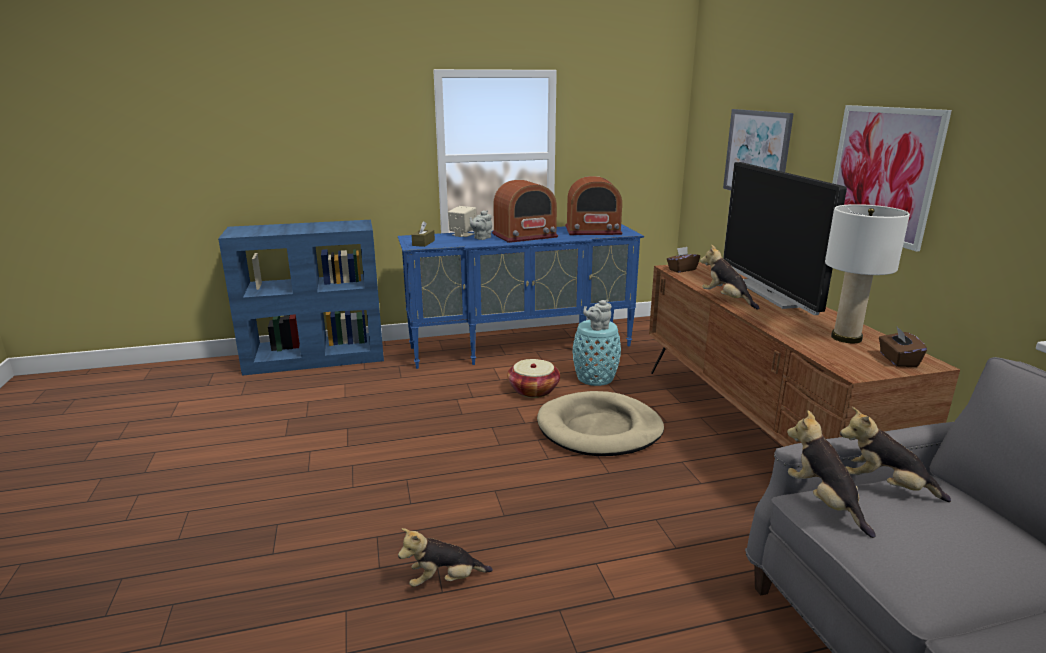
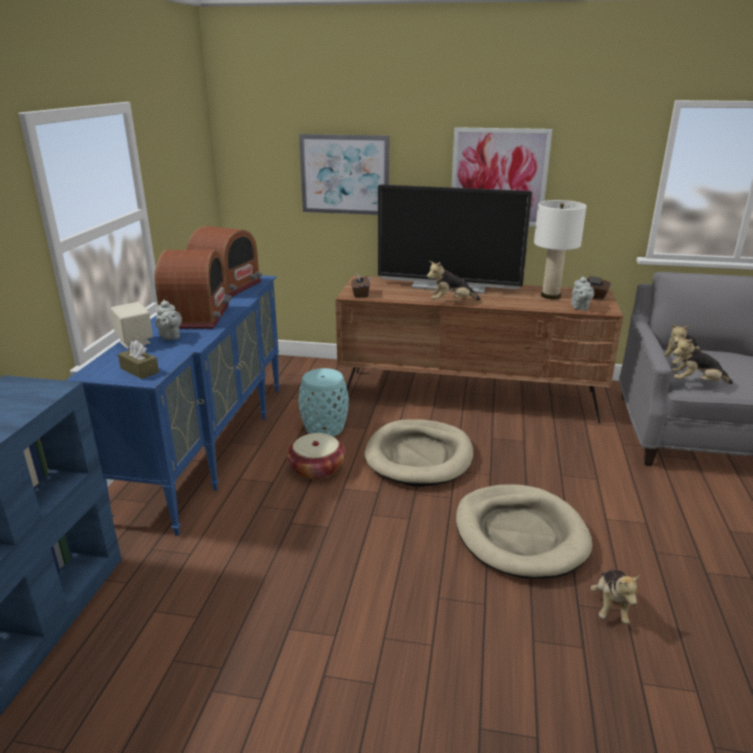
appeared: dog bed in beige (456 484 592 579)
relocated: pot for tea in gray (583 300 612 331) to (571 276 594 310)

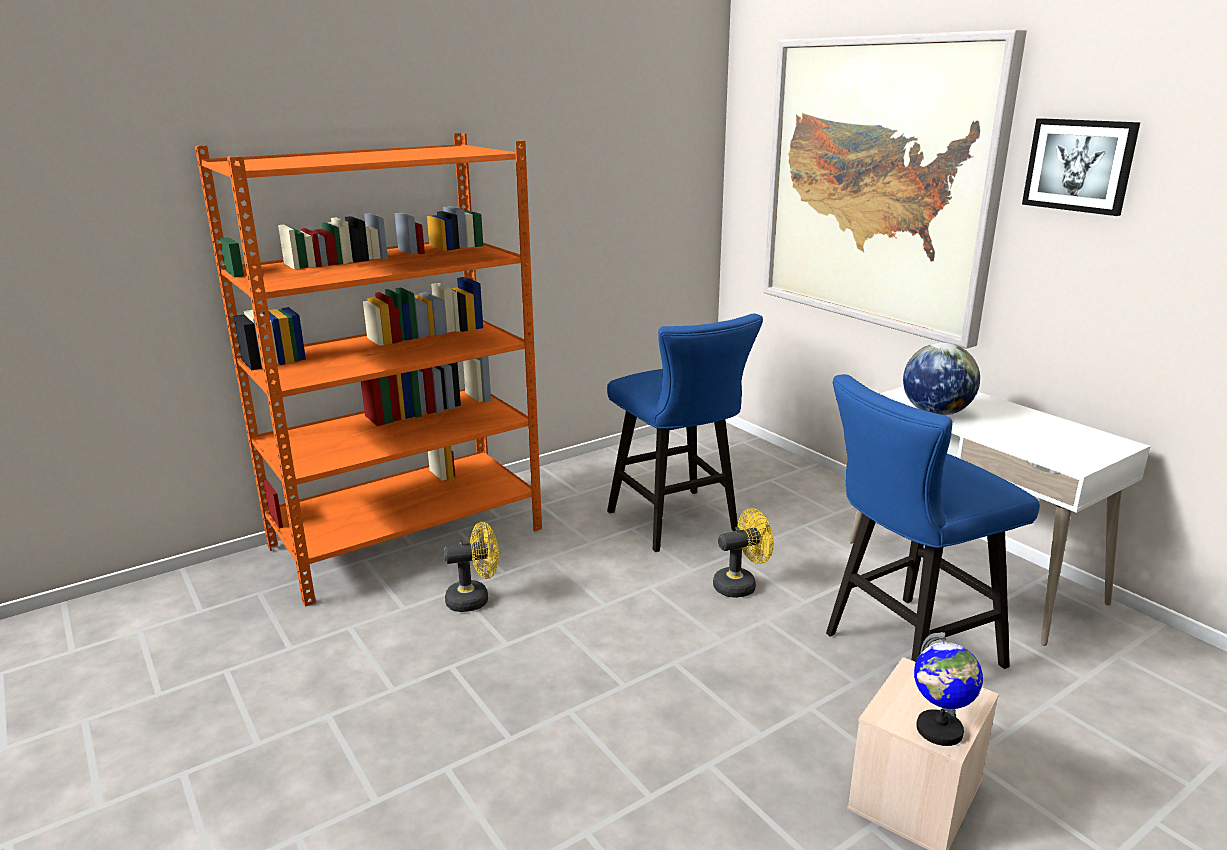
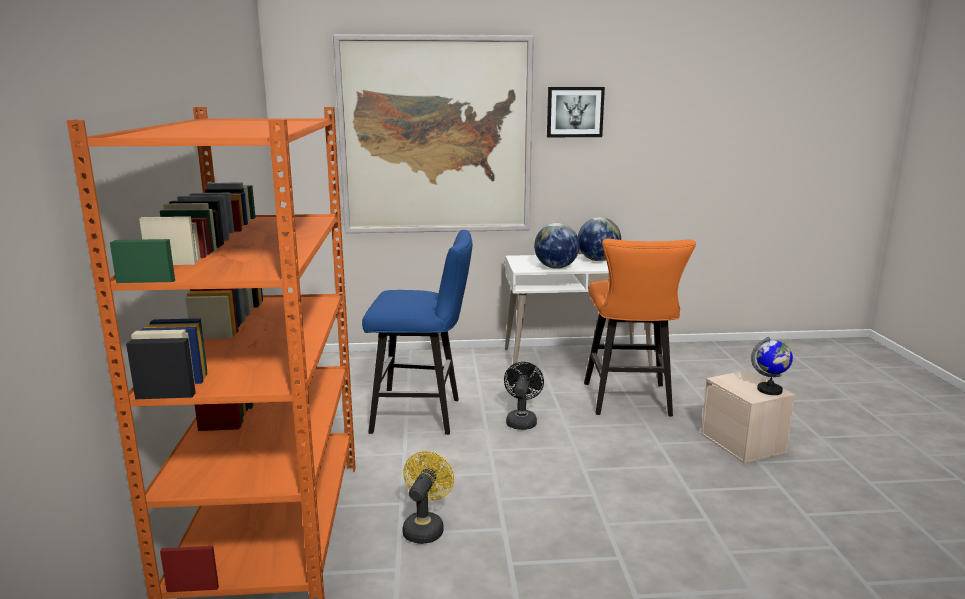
appeared: globe (578 217 621 261)
colour: electric fan in yellow (713 508 774 598) to electric fan in black (504 362 544 430); sitting stool in blue (826 374 1040 669) to sitting stool in orangey (584 239 696 417)

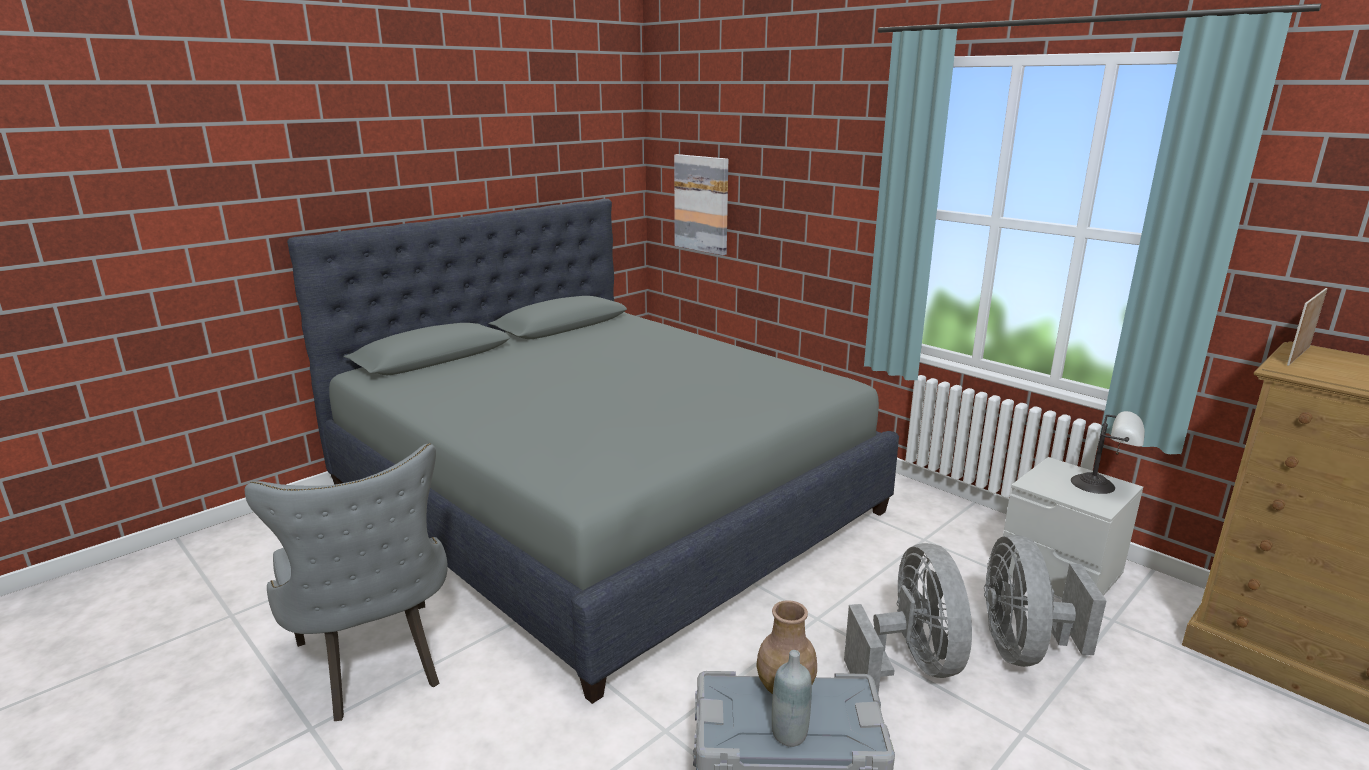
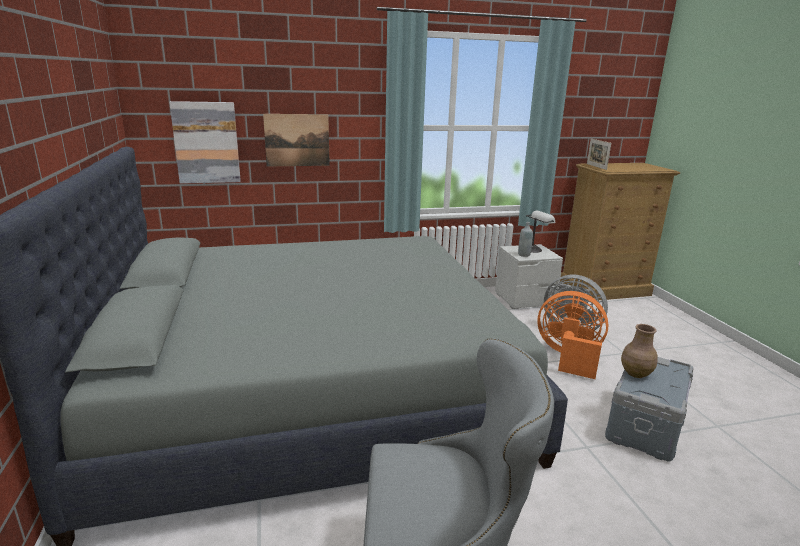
appeared: wall picture (263 114 330 167)
relocated: bottle in gray (772 650 812 747) to (518 222 533 257)
colour: electric fan in gray (844 543 972 694) to electric fan in orangey (537 291 608 379)

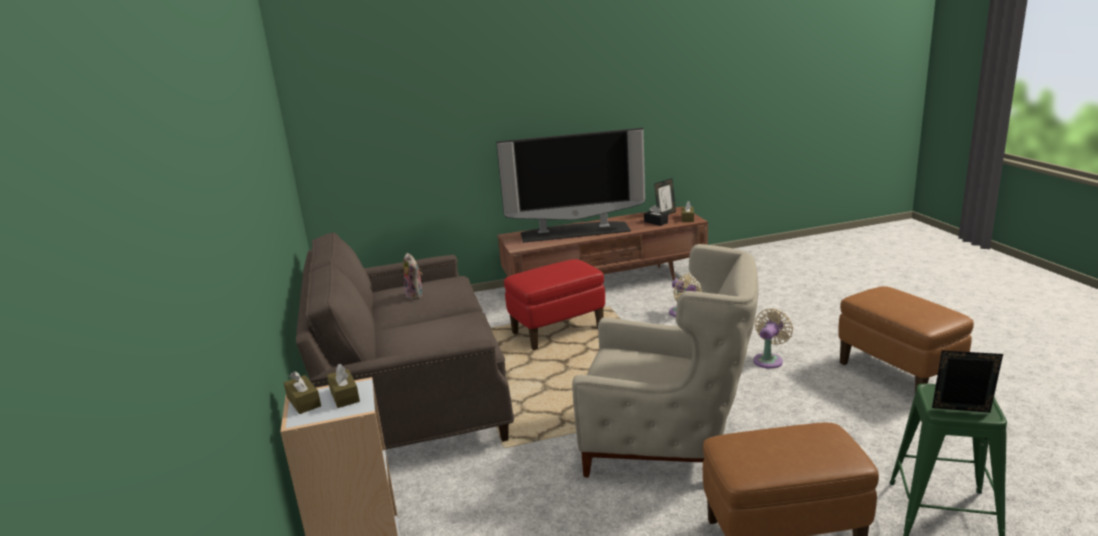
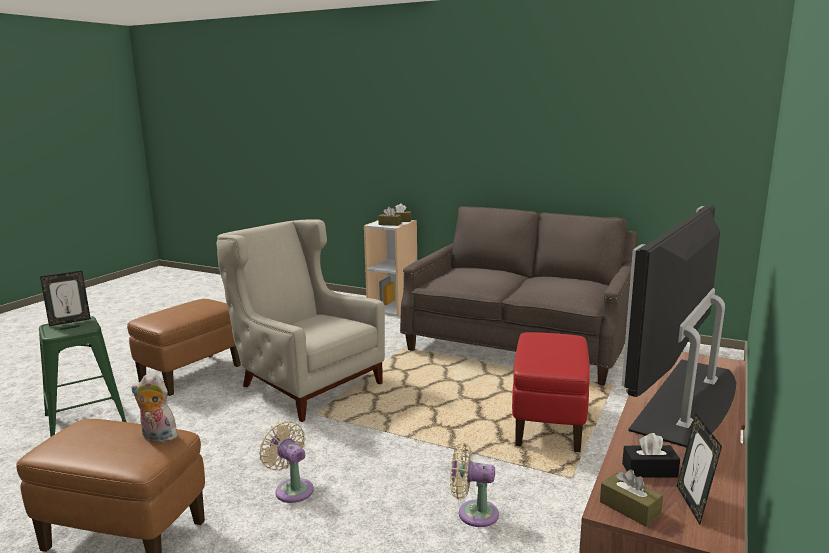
relocated: plush toy (403 253 422 300) to (131 375 180 443)
spun: lounge chair in beige (572 244 758 478) = (217 219 385 422) 75 degrees clockwise; electric fan in beige (753 308 793 369) = (259 421 313 503) 150 degrees clockwise

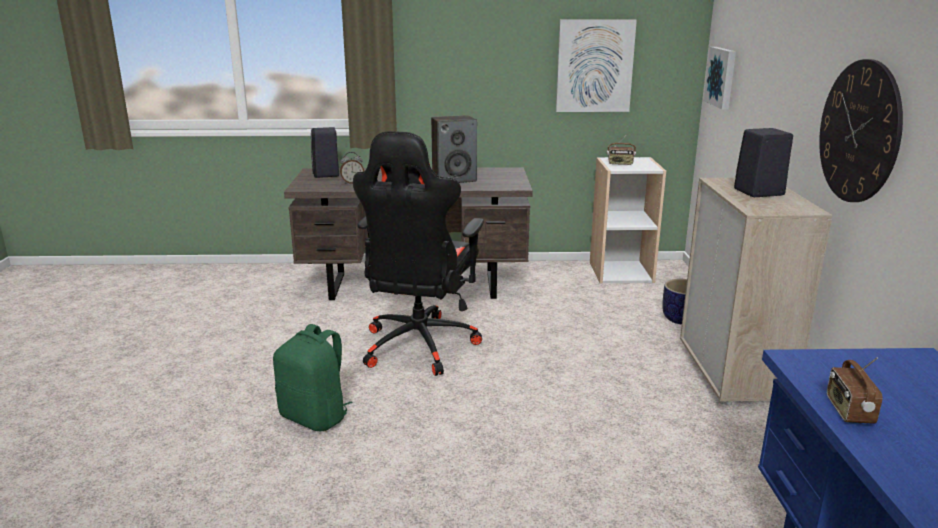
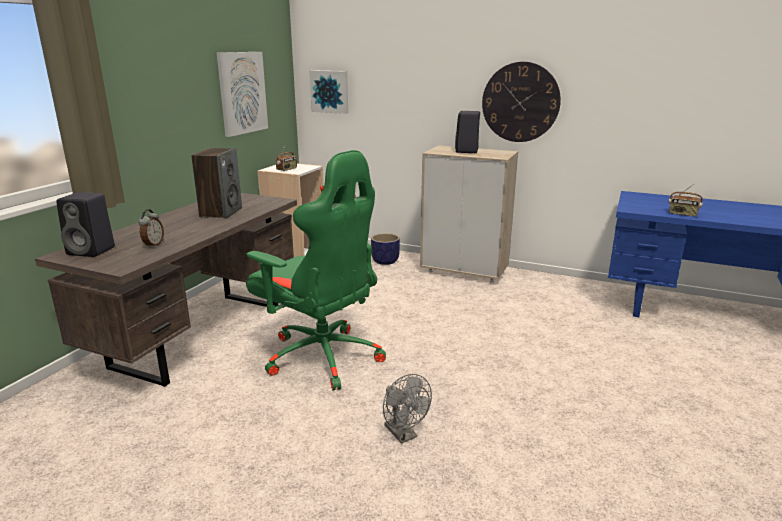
exchanged: rucksack in green (273 324 353 431) to electric fan in gray (383 374 432 444)
colour: computer chair in black (353 131 484 376) to computer chair in green (246 150 386 390)

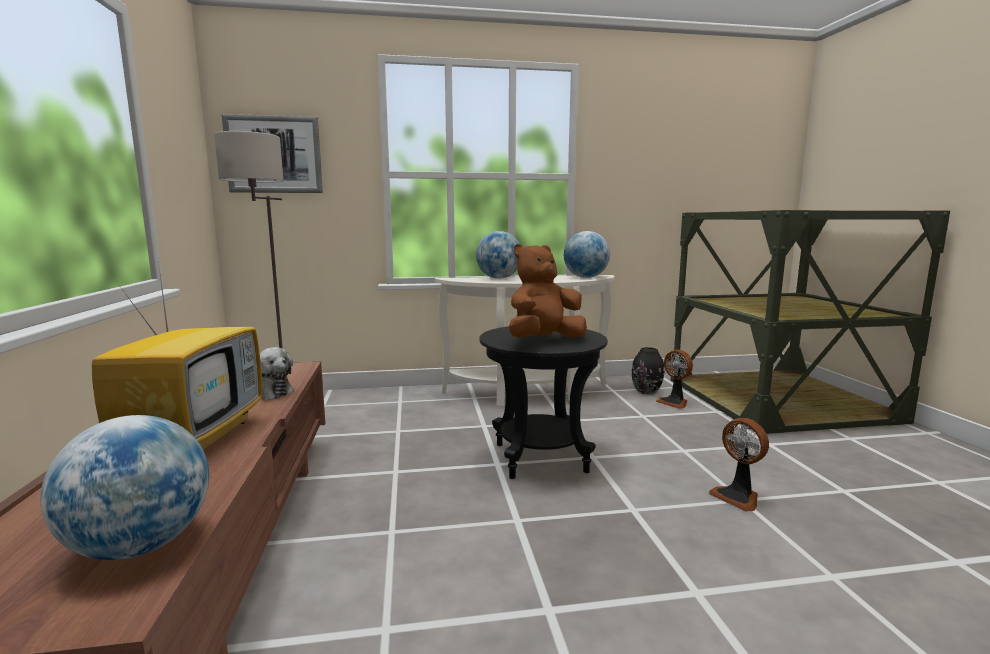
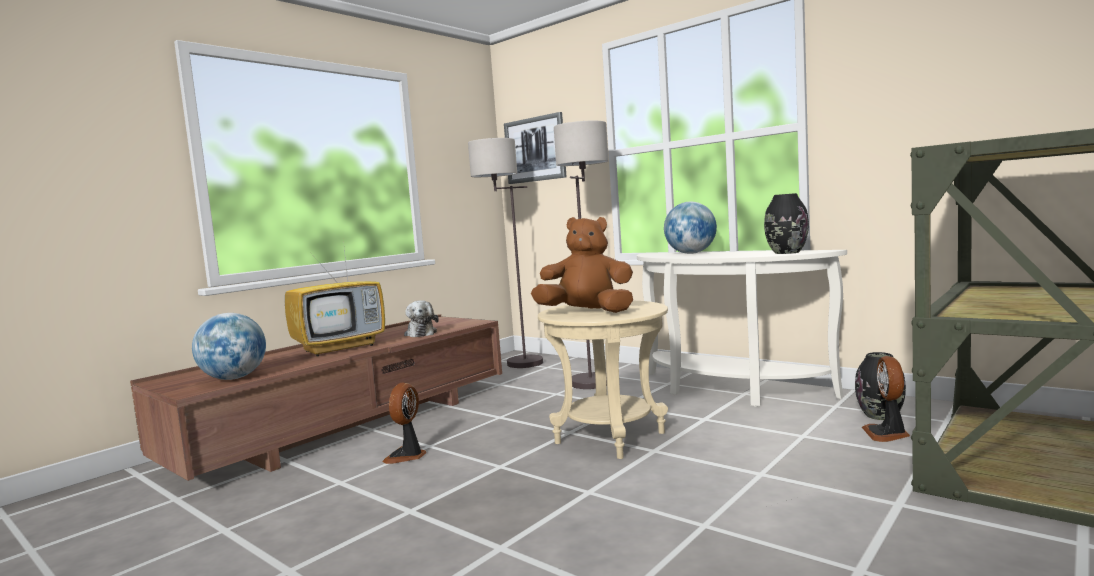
appeared: standard lamp in gray (554 121 609 389)
relocated: electric fan (709 418 769 511) to (383 382 427 464)
exchanged: globe (564 231 610 278) to vase in black (764 193 809 254)
colour: accent table in black (479 326 608 479) to accent table in beige (538 301 668 459)

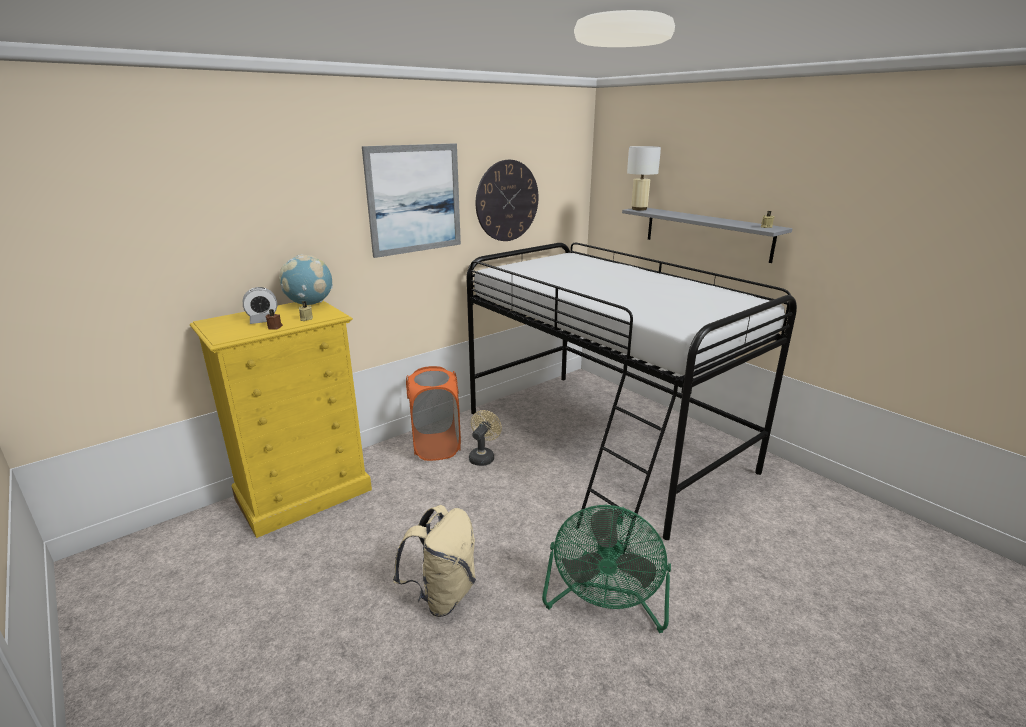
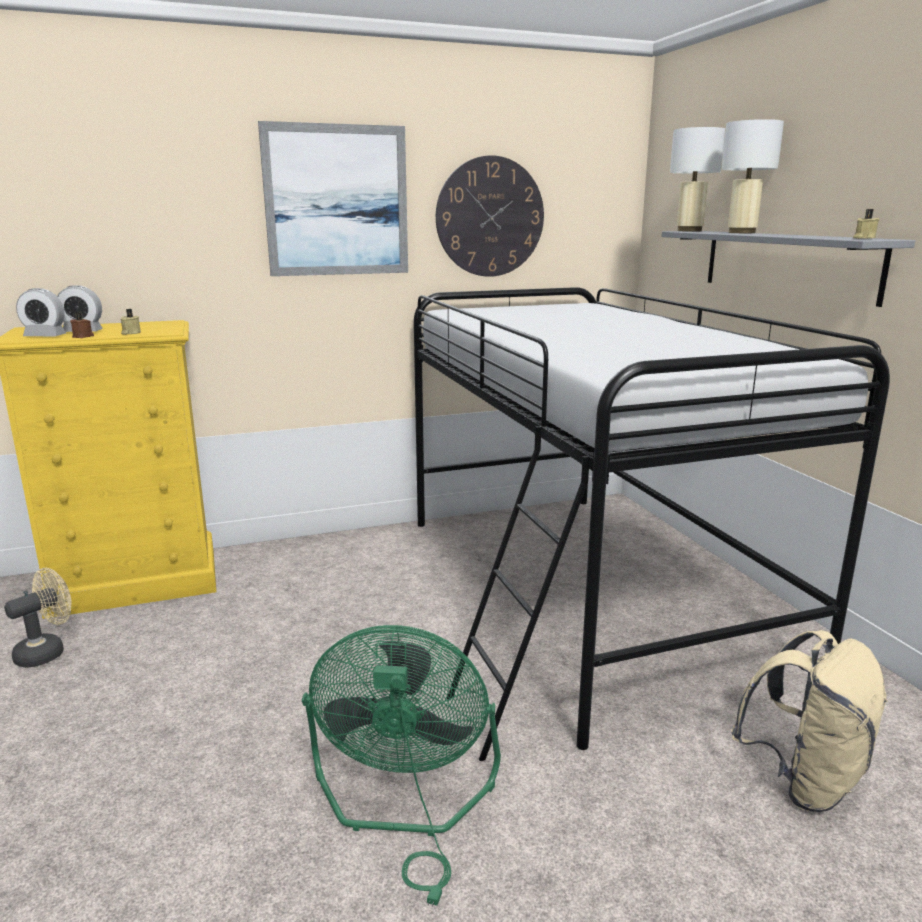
missing: globe (279 255 333 305); hamper in orangey (406 366 461 461)
appeared: table clock (16 288 66 336); table lamp in white (722 119 784 233)
relocated: rucksack in beige (393 505 476 617) to (731 630 888 812); electric fan in beige (469 410 502 466) to (4 568 72 668)
spun: electric fan in green (542 505 671 633) = (302 625 501 906) 150 degrees clockwise

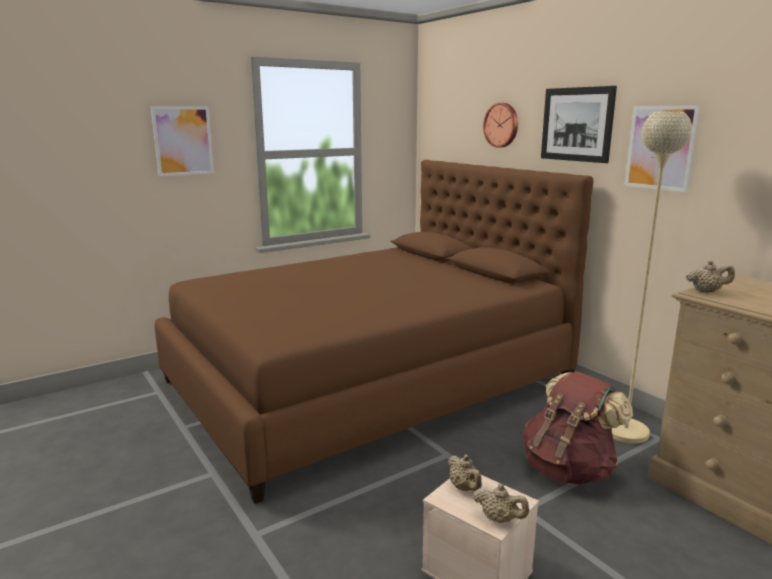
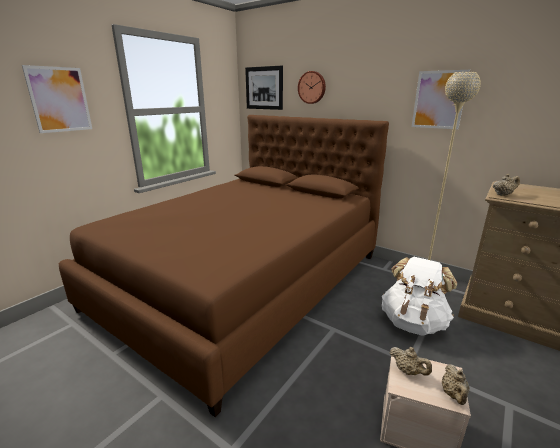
relocated: wall picture (541 86 617 163) to (245 65 283 110)
colour: rucksack in brownish (523 371 633 484) to rucksack in white (382 257 457 336)
spun: pot for tea in beige (473 484 529 523) = (442 364 470 405) 90 degrees clockwise

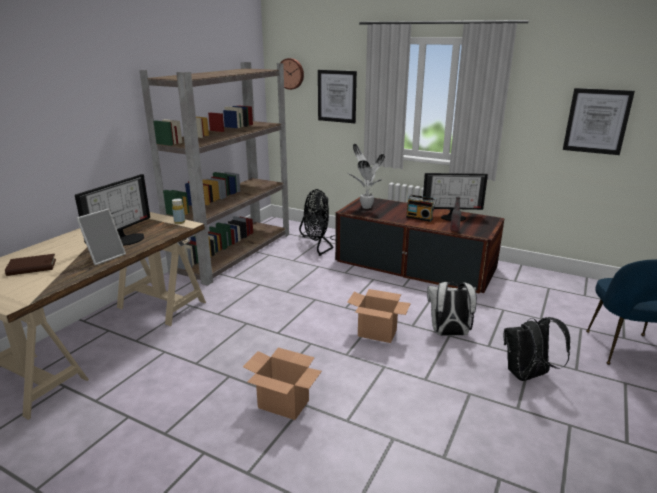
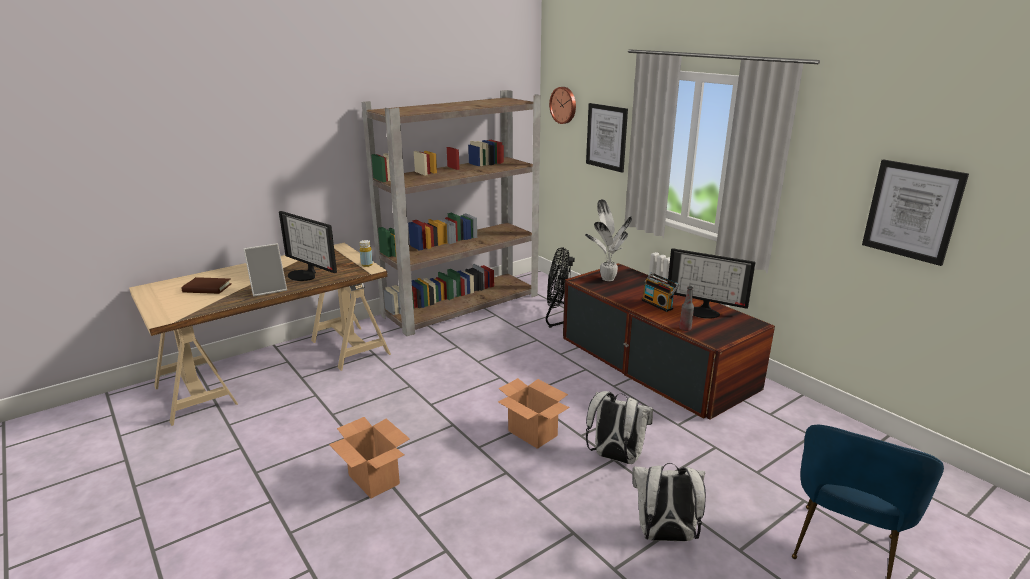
colour: rucksack in black (504 317 570 381) to rucksack in white (632 463 706 541)
spun: monitor (75 174 150 246) = (279 211 337 281) 75 degrees clockwise

